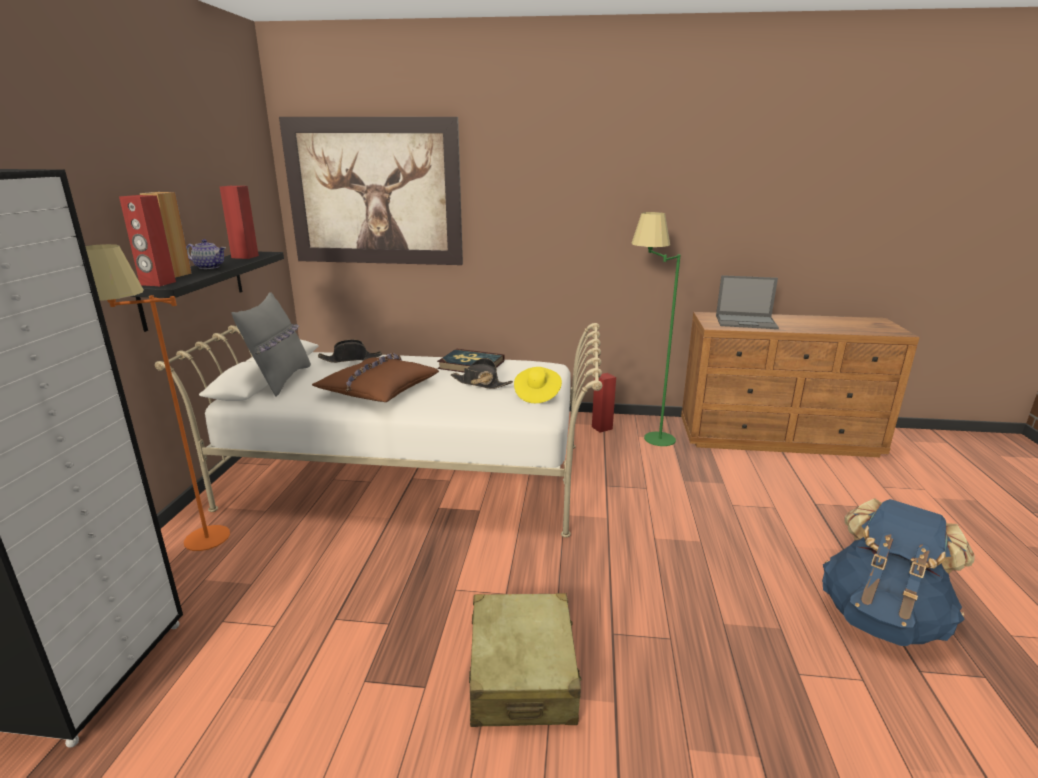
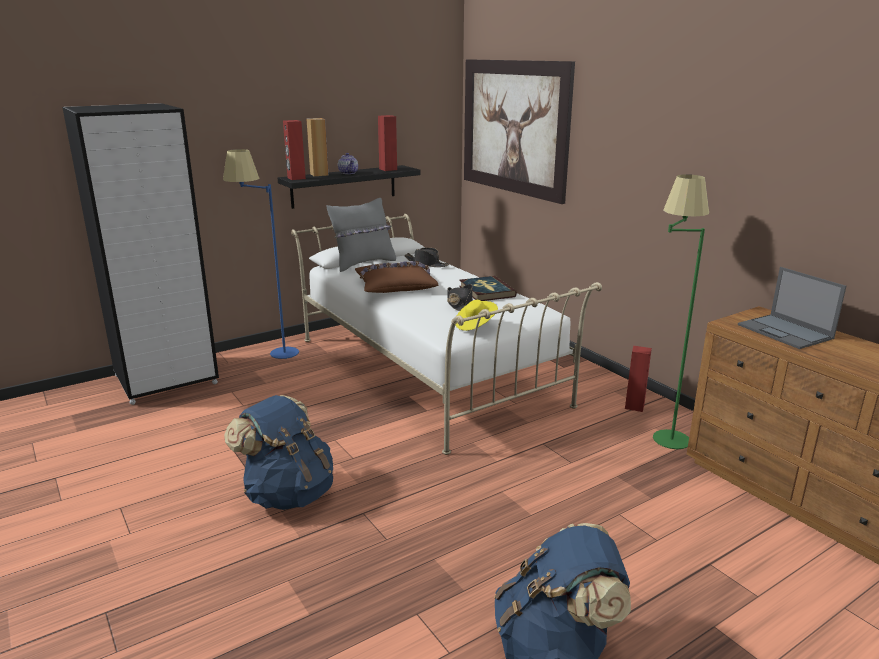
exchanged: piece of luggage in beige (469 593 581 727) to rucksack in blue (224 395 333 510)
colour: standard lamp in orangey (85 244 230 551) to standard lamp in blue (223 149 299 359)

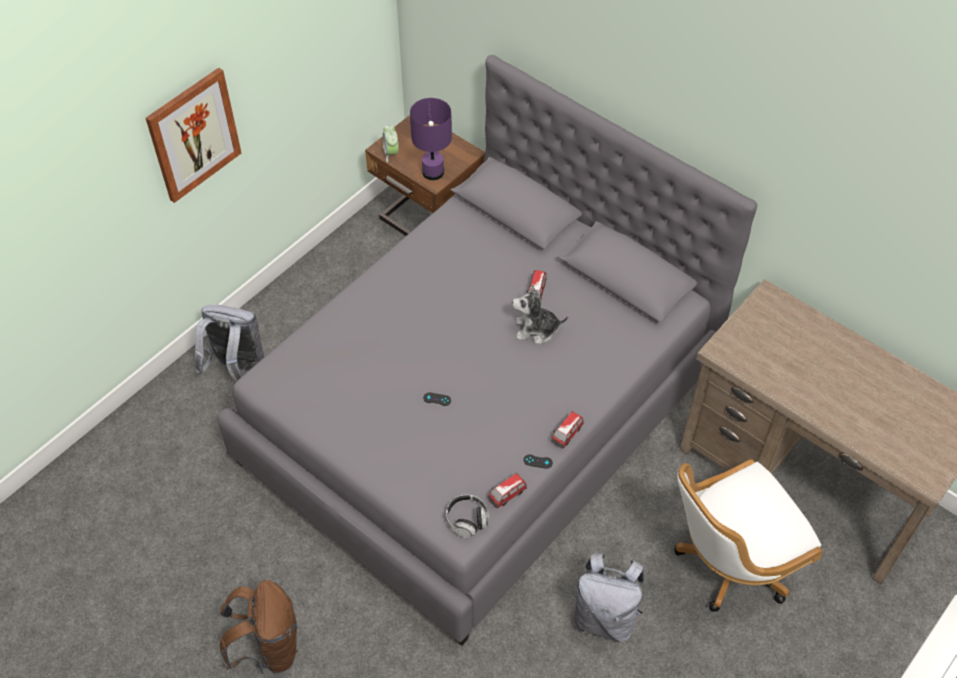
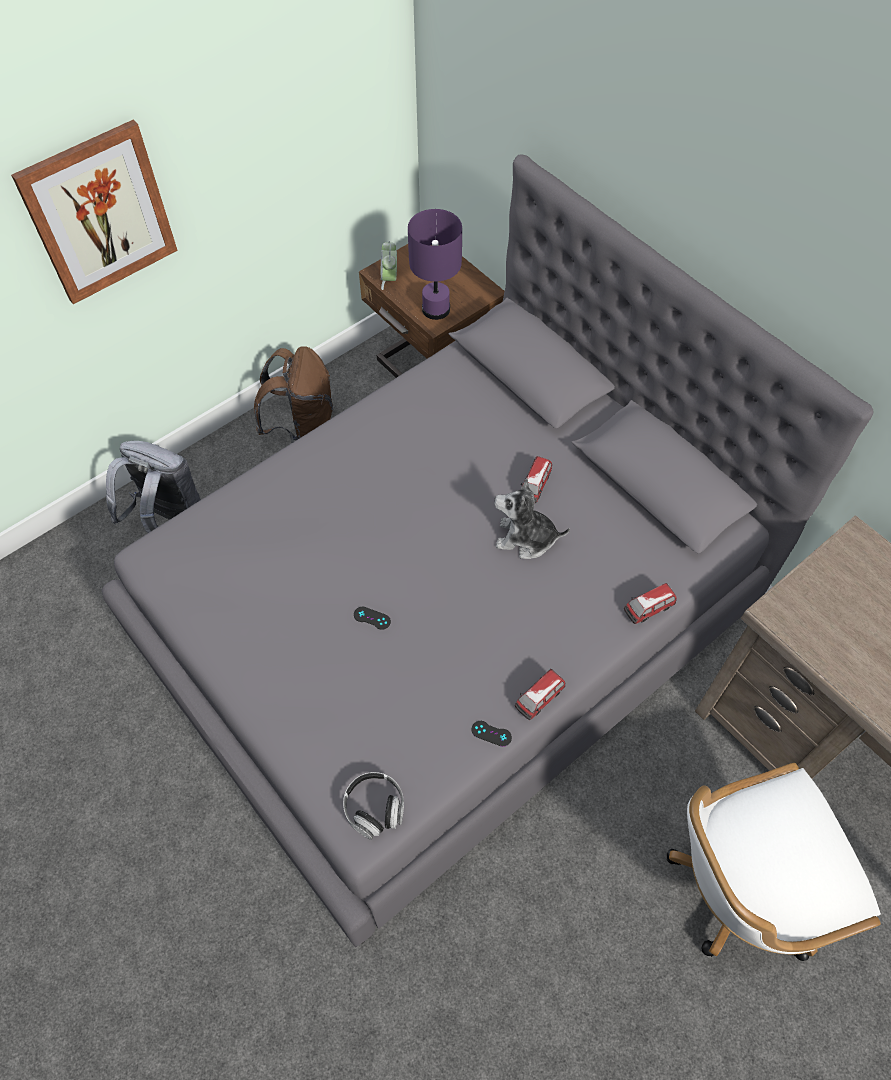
missing: rucksack in gray (573 553 644 642)
relocated: rucksack in brownish (220 580 298 674) to (254 346 333 443); model car (488 473 527 508) to (624 583 677 624)

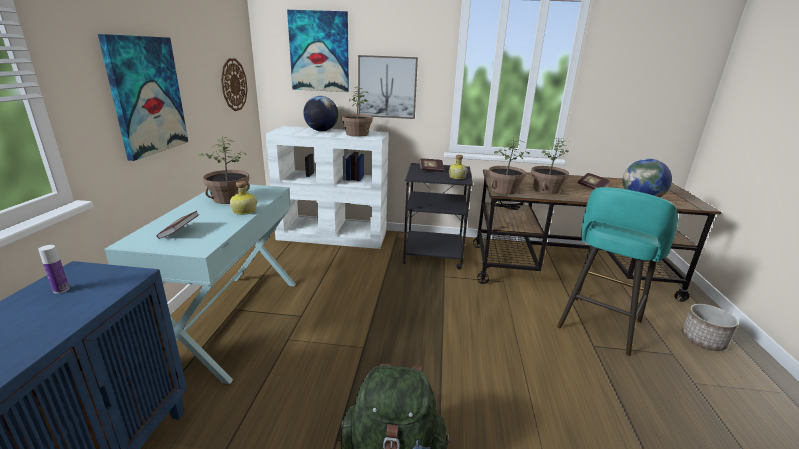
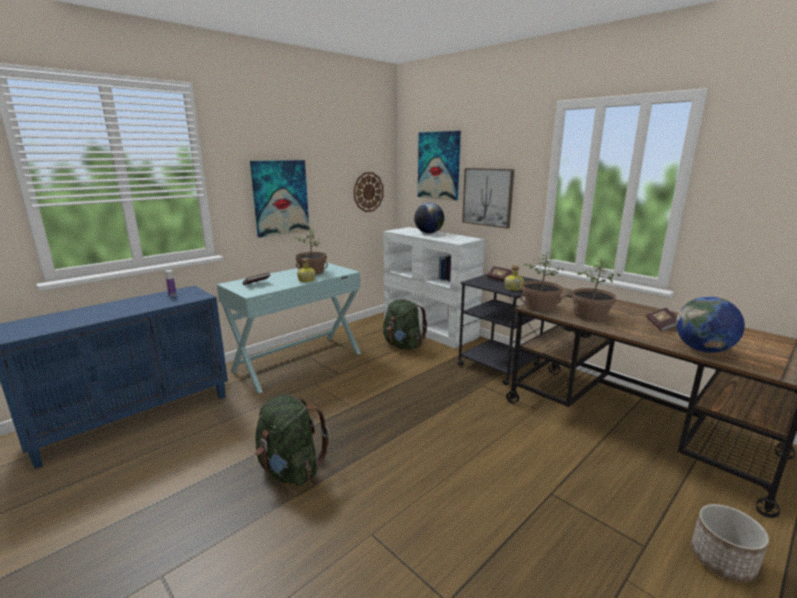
missing: plant in a pot (341 86 373 137); sitting stool in turquoise-coloured (557 187 678 356)
appeared: rucksack in green (383 299 428 350)

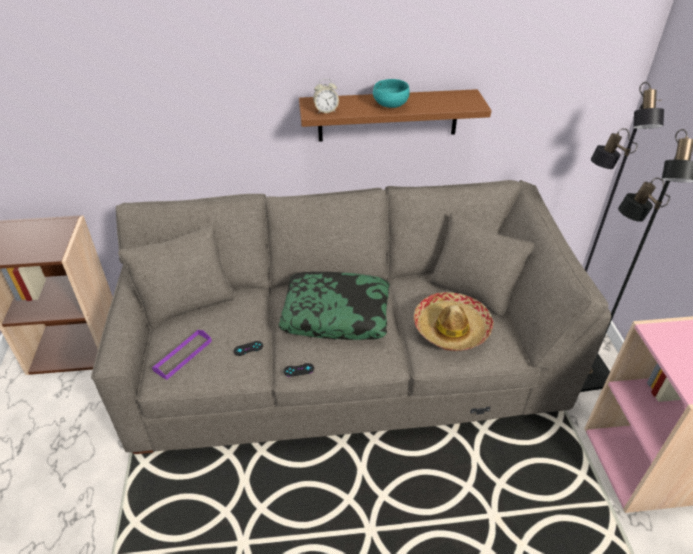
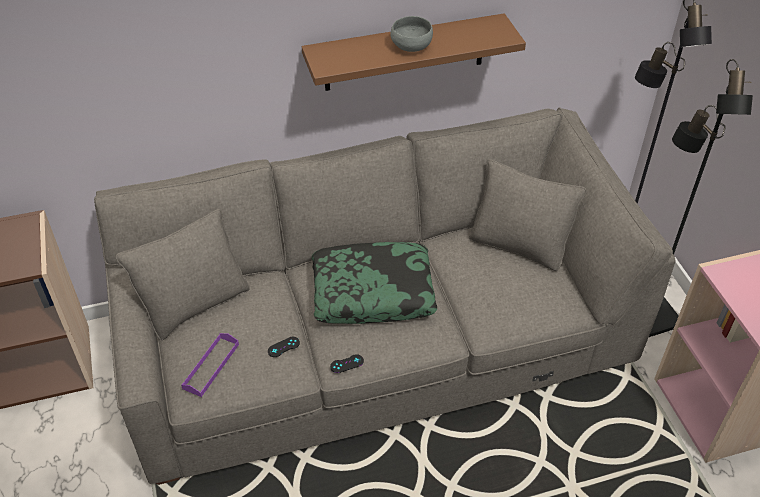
missing: table clock (313 79 339 114); wearable hat (414 292 494 351)
colour: serving bowl in turquoise-coloured (373 79 410 108) to serving bowl in gray (390 16 433 52)

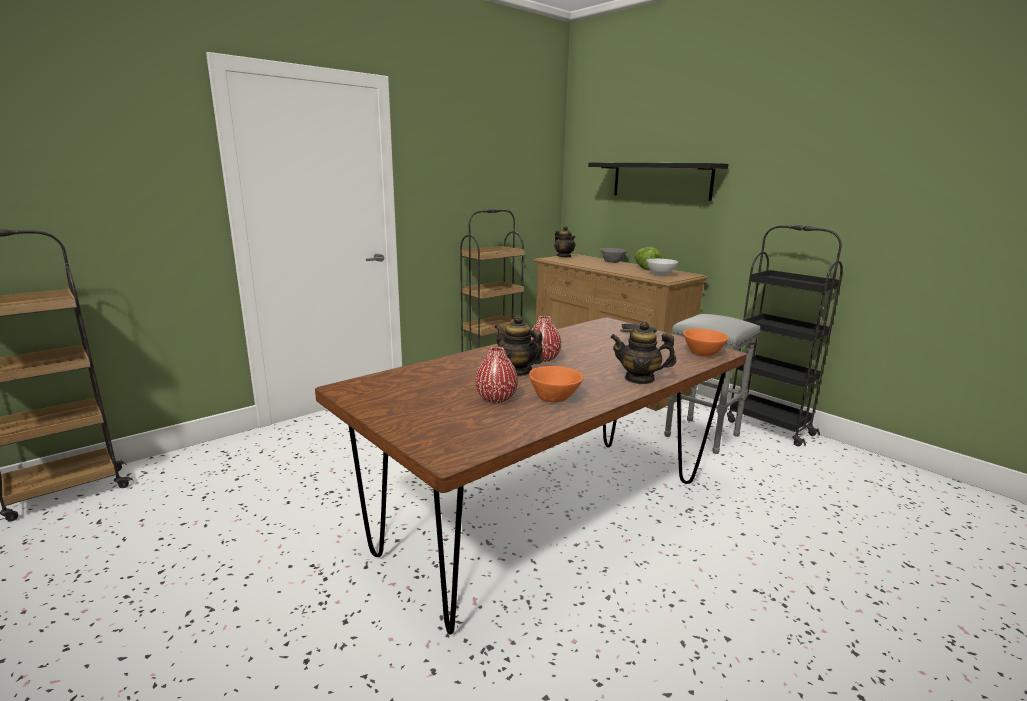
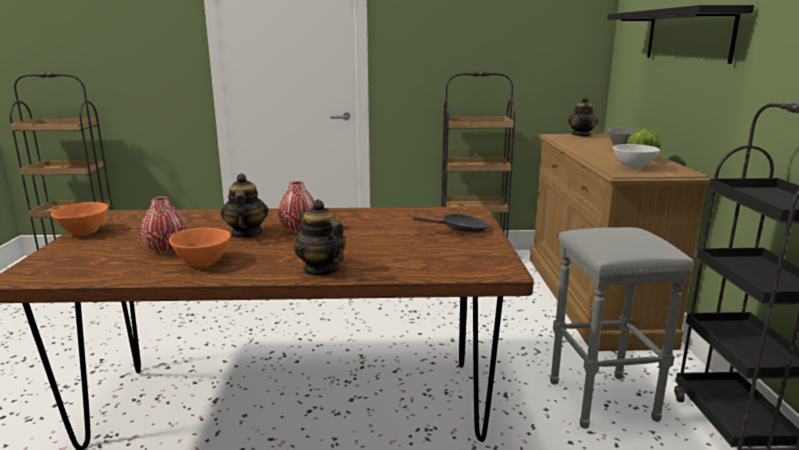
relocated: serving bowl in orangey (683 328 729 357) to (51 202 108 235)

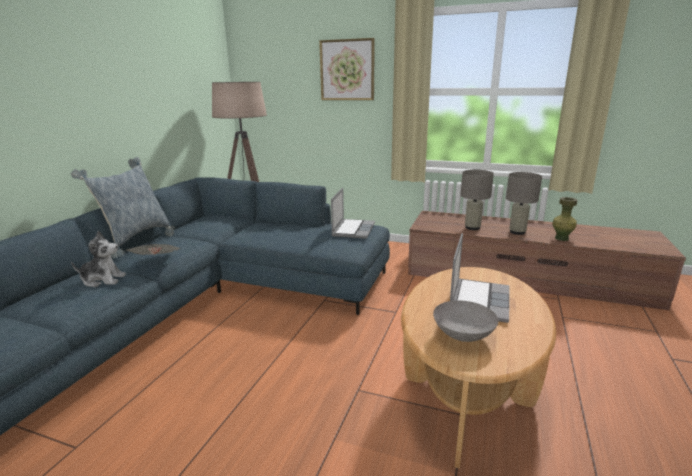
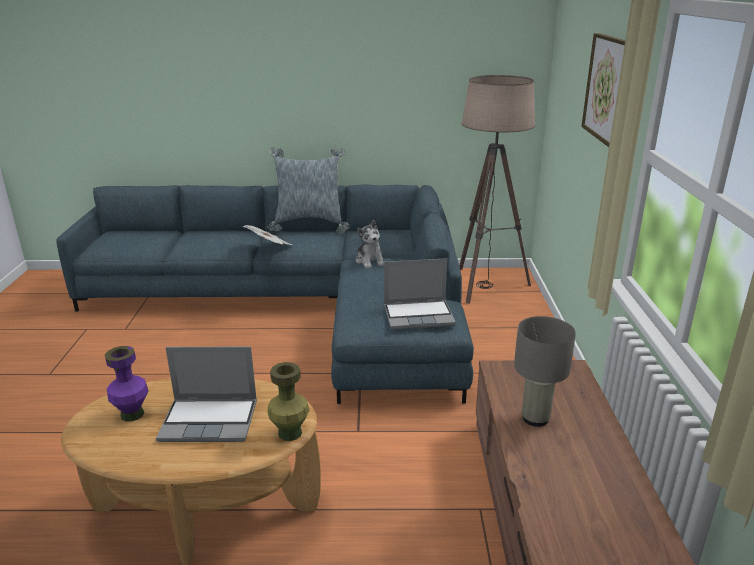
missing: table lamp in gray (506 172 542 235)
relocated: plush toy (71 230 126 287) to (356 220 384 268); vase in green (552 197 577 241) to (267 362 309 441)
exchanged: serving bowl in gray (433 301 498 342) to vase in purple-coloured (105 346 148 422)

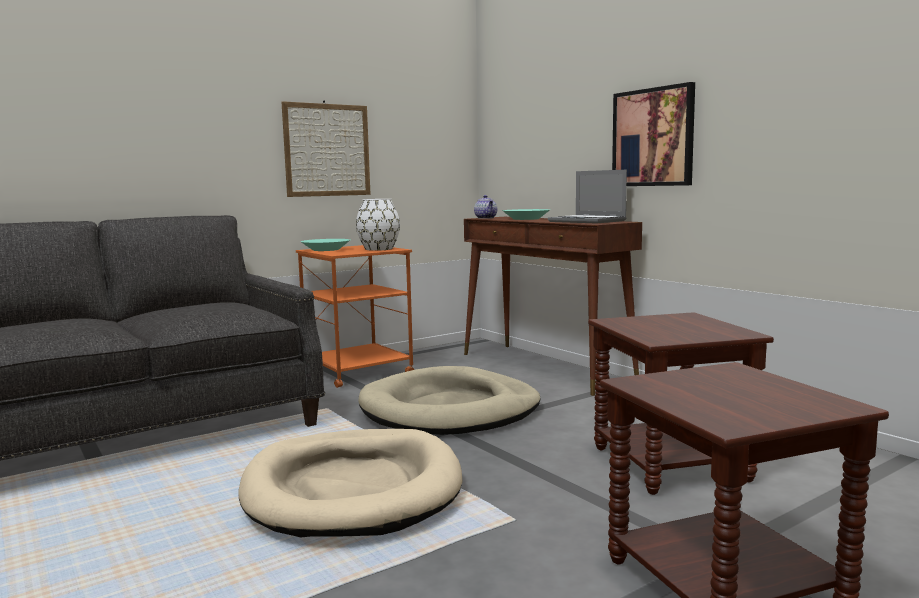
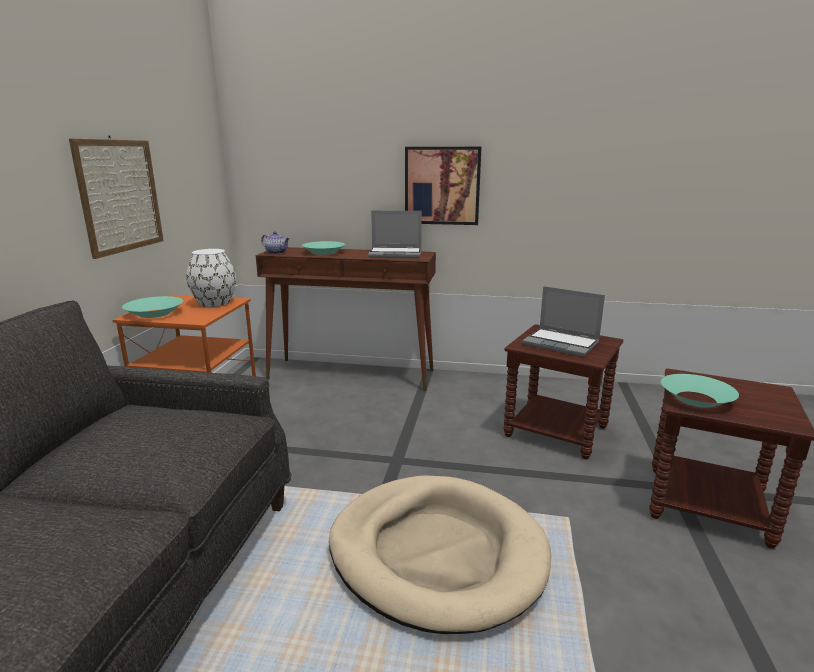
missing: dog bed in beige (359 366 541 435)
appeared: portable computer (522 286 605 357); serving bowl in turquoise-coloured (661 374 739 407)

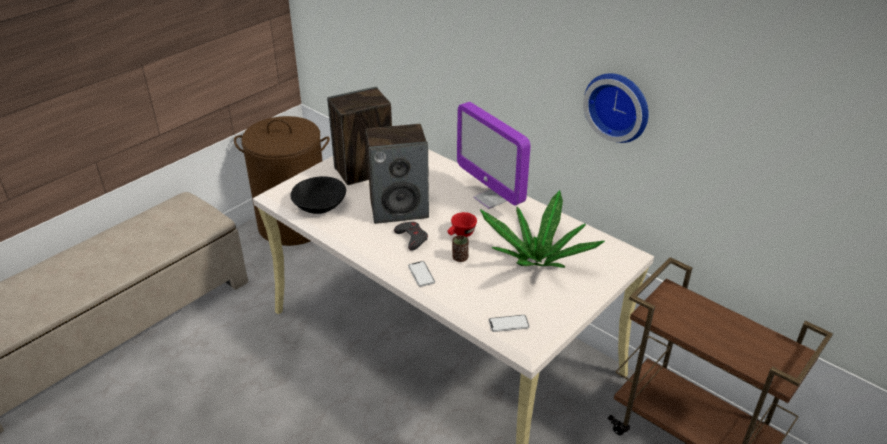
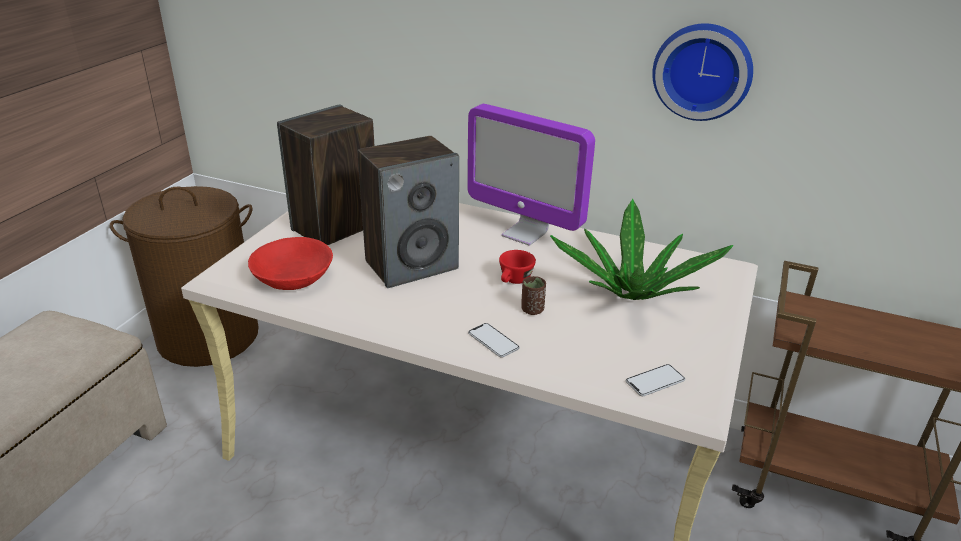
missing: gamepad in gray (394 222 428 251)
colour: serving bowl in black (290 176 346 214) to serving bowl in red (248 237 333 290)

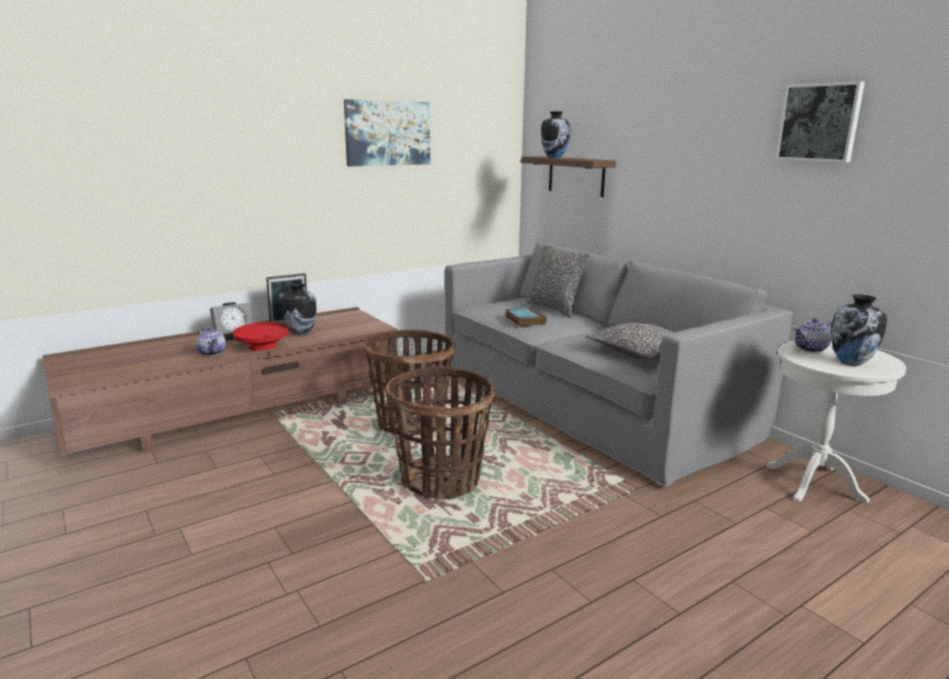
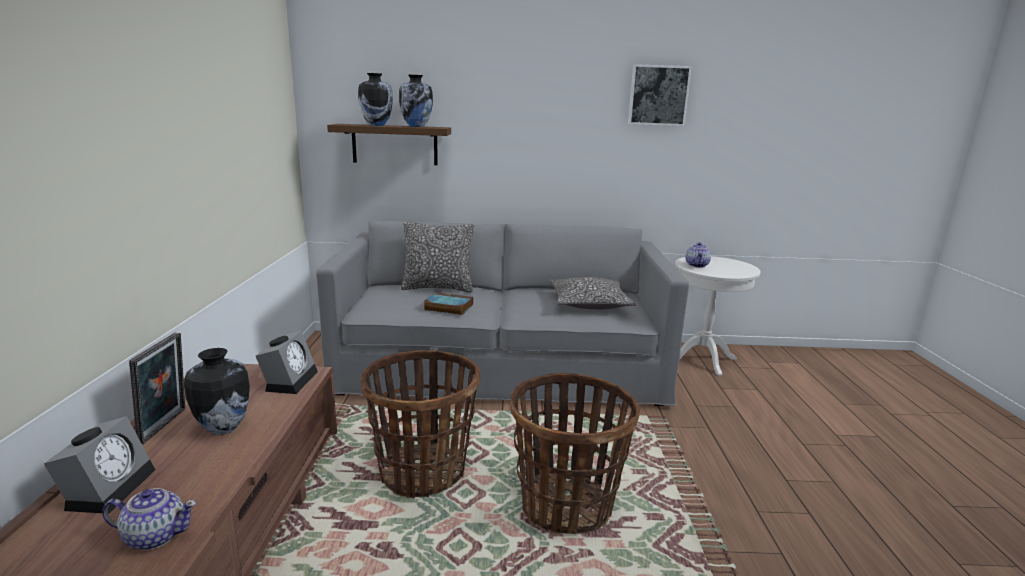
missing: serving bowl in red (233 322 289 351); wall picture (344 99 430 166)
appeared: table clock (256 330 318 394)
relocated: vase (831 294 887 366) to (399 75 433 127)

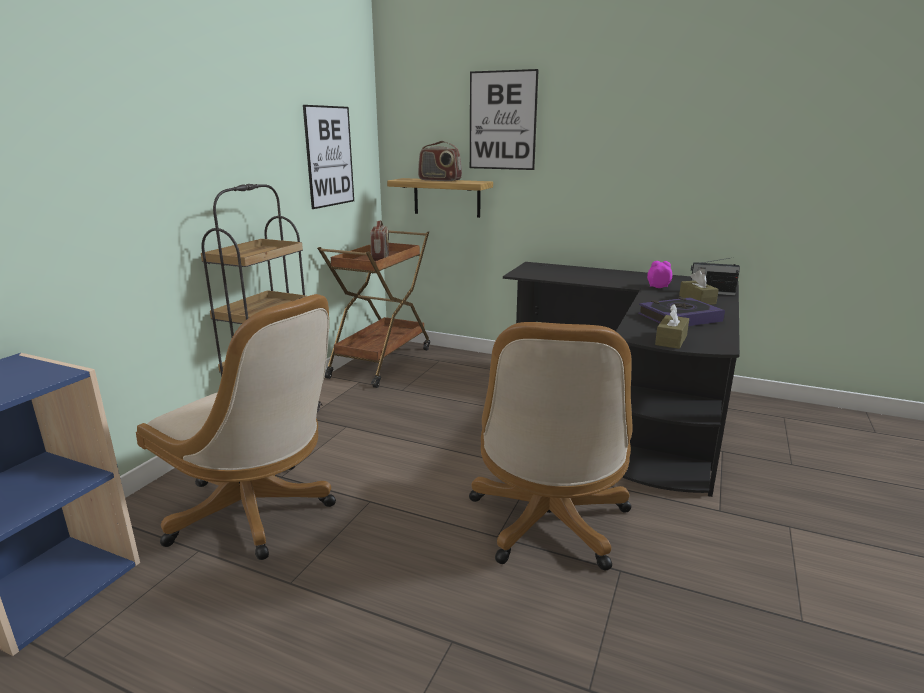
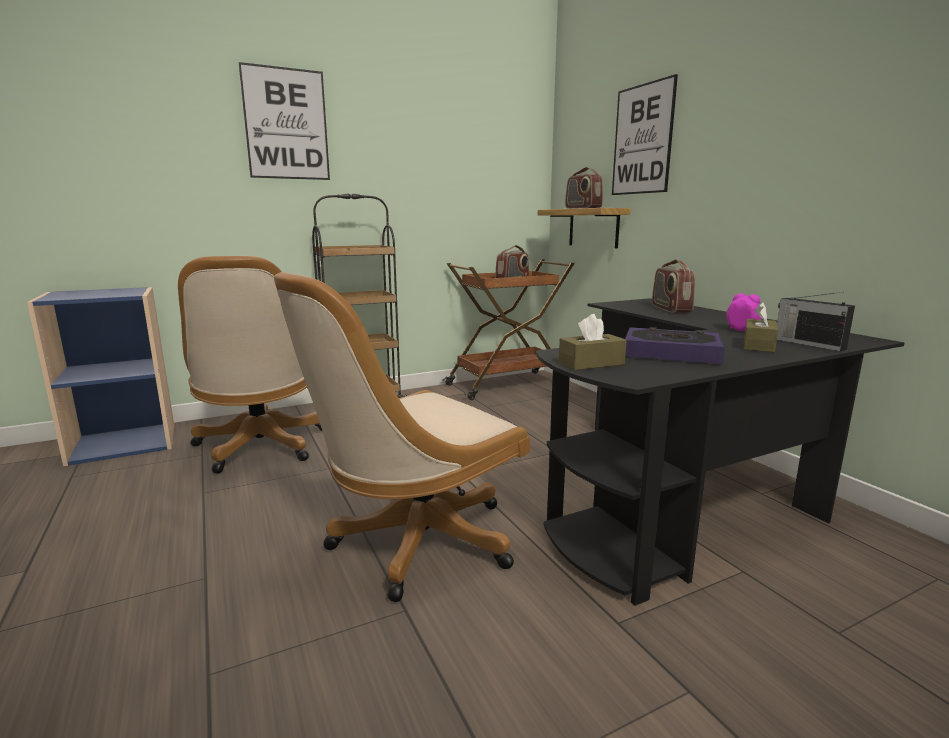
appeared: radio receiver (652 259 695 313)
relocated: wall picture (303 105 354 209) to (238 62 330 180)

